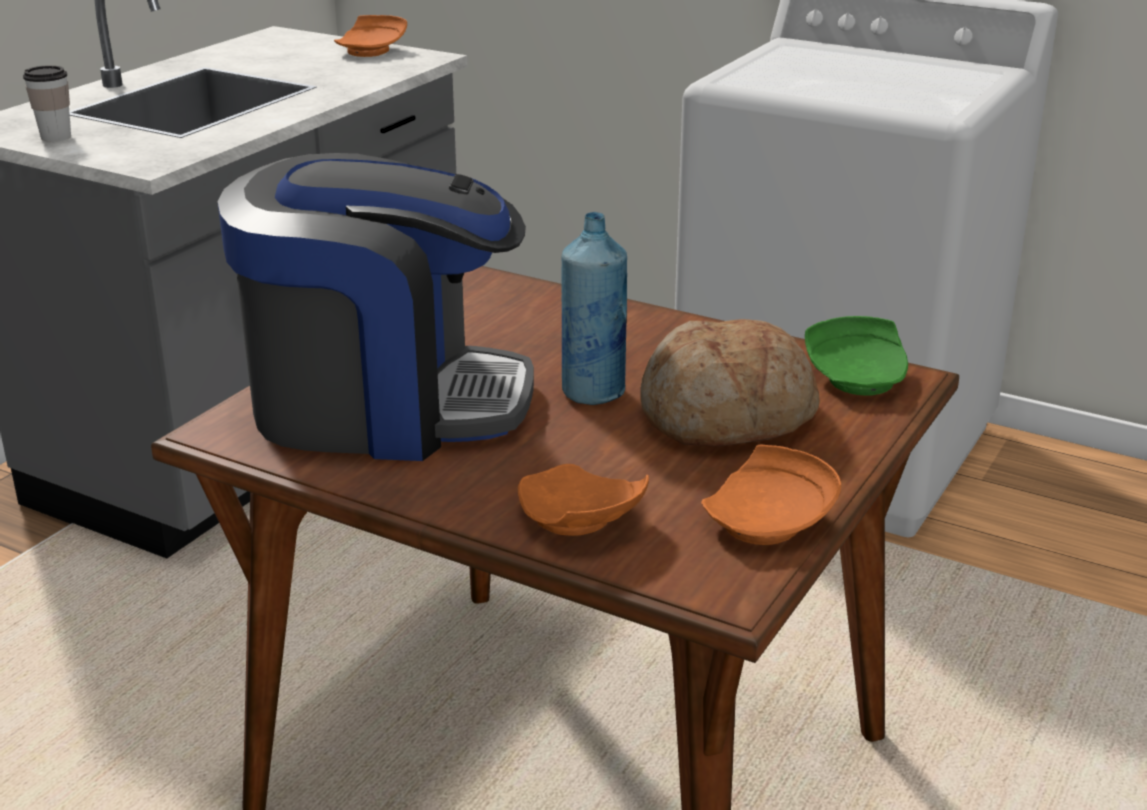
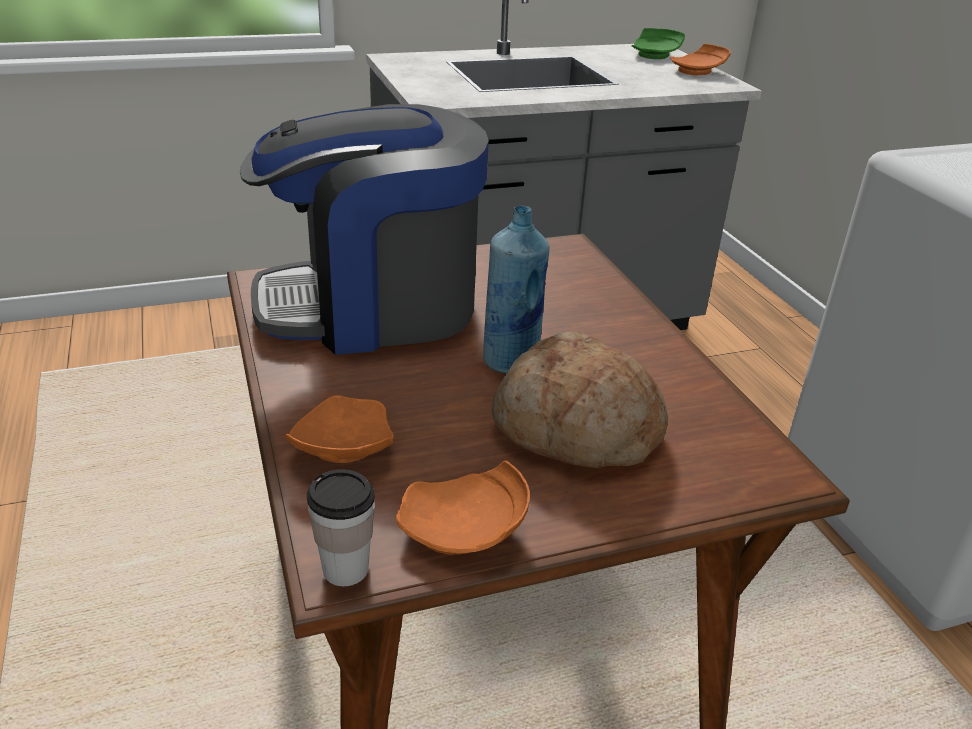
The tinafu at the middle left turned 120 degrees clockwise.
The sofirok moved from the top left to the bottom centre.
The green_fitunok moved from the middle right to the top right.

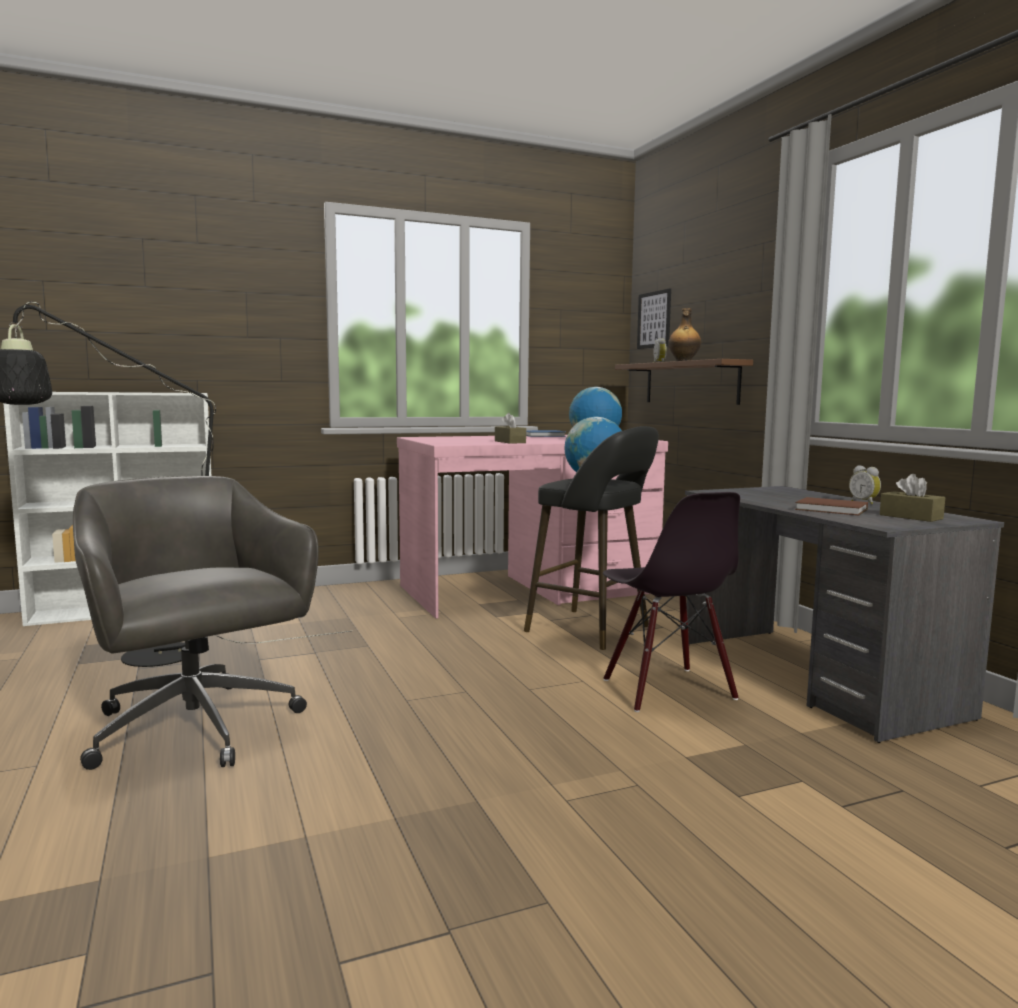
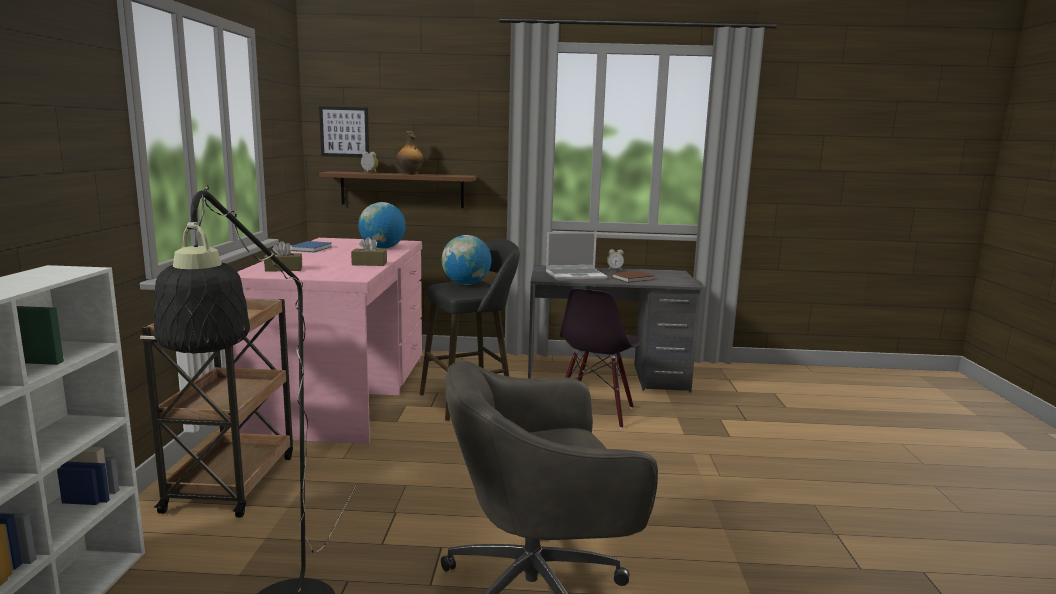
The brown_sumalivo at the bottom left appeared.
The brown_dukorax (no. 2 from left in the first image) moved from the middle right to the middle left.
The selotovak at the centre appeared.
The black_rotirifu at the centre turned 105 degrees clockwise.

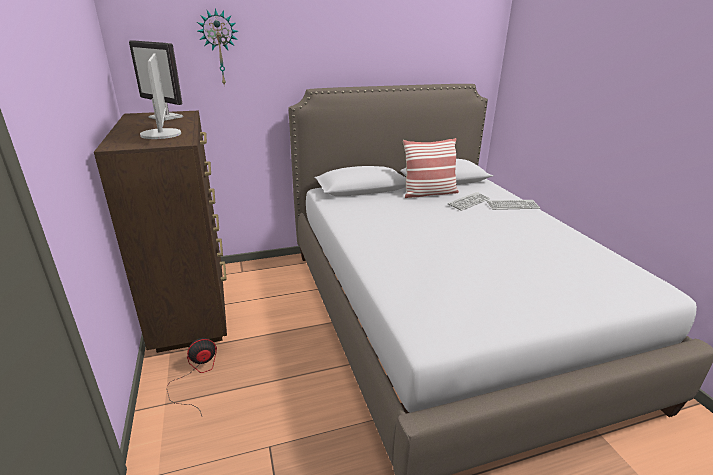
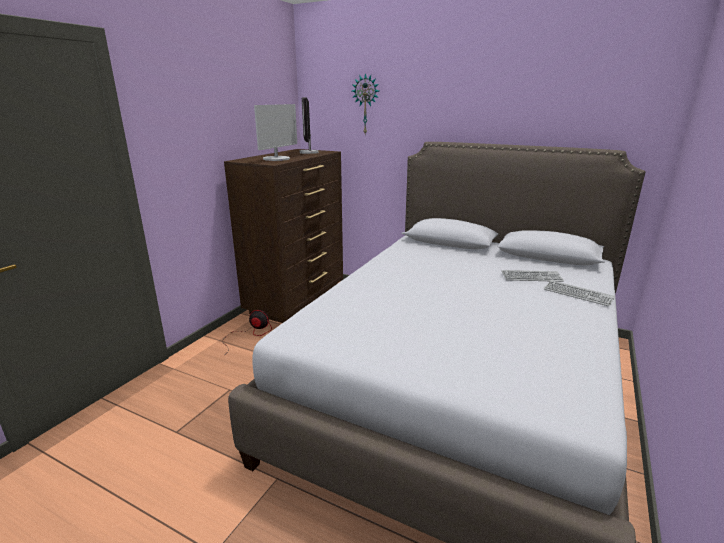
The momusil at the centre disappeared.

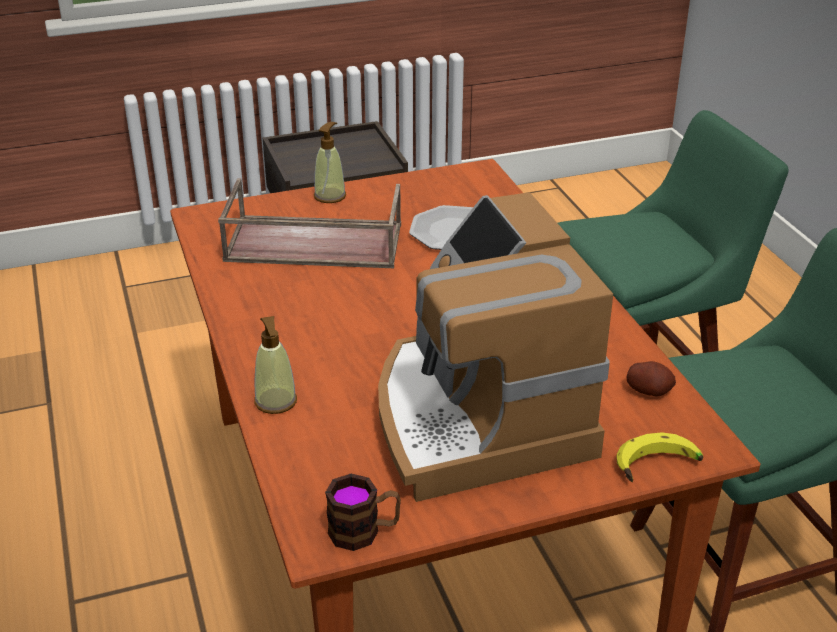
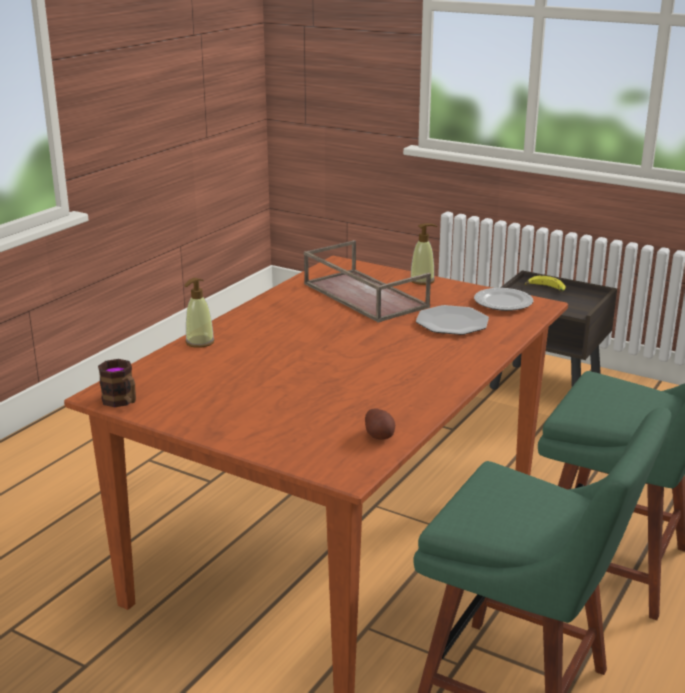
The fitunok (no. 2 from left) at the middle right appeared.
The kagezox moved from the bottom right to the middle right.
The tinafu at the centre disappeared.

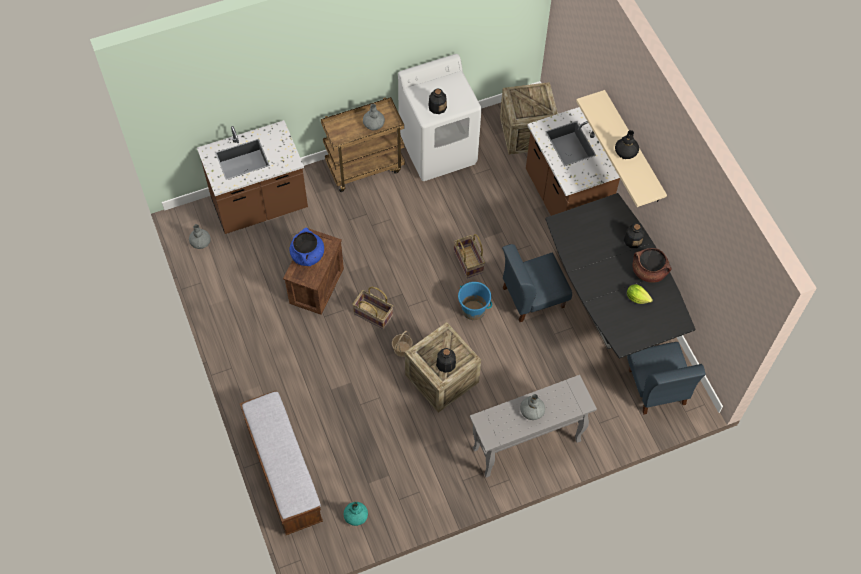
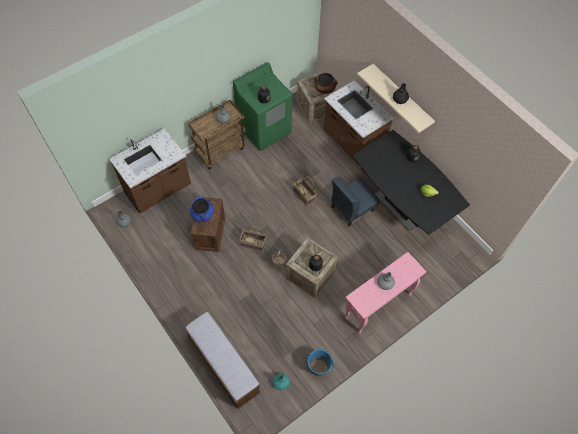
The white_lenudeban at the top centre became the green_lenudeban at the top centre.
The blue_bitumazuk moved from the centre to the bottom centre.
The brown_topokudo moved from the middle right to the top centre.
The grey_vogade at the bottom centre became the pink_vogade at the bottom centre.
The blue_rotirifu (no. 2 from left) at the middle right disappeared.

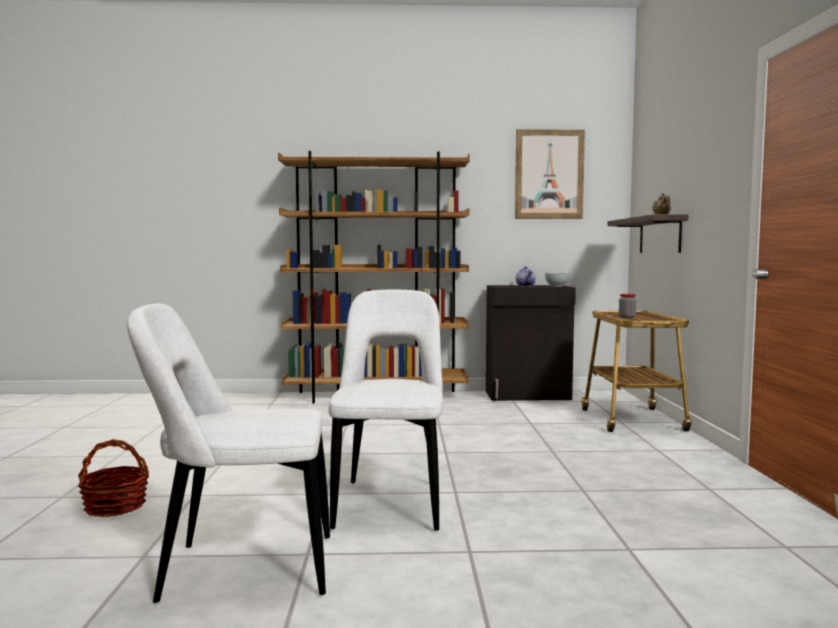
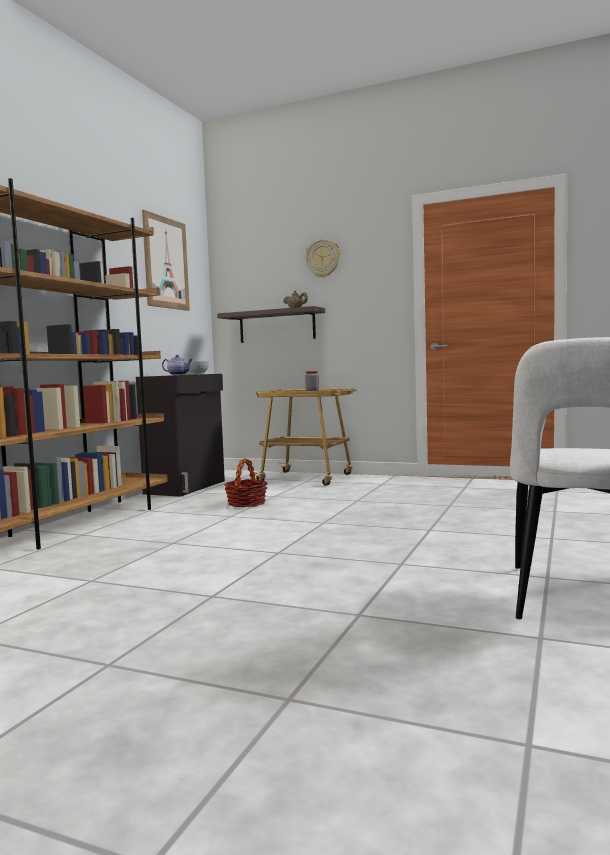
The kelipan moved from the bottom left to the centre.
The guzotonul at the top centre appeared.
The white_rotirifu (no. 2 from left) at the centre disappeared.

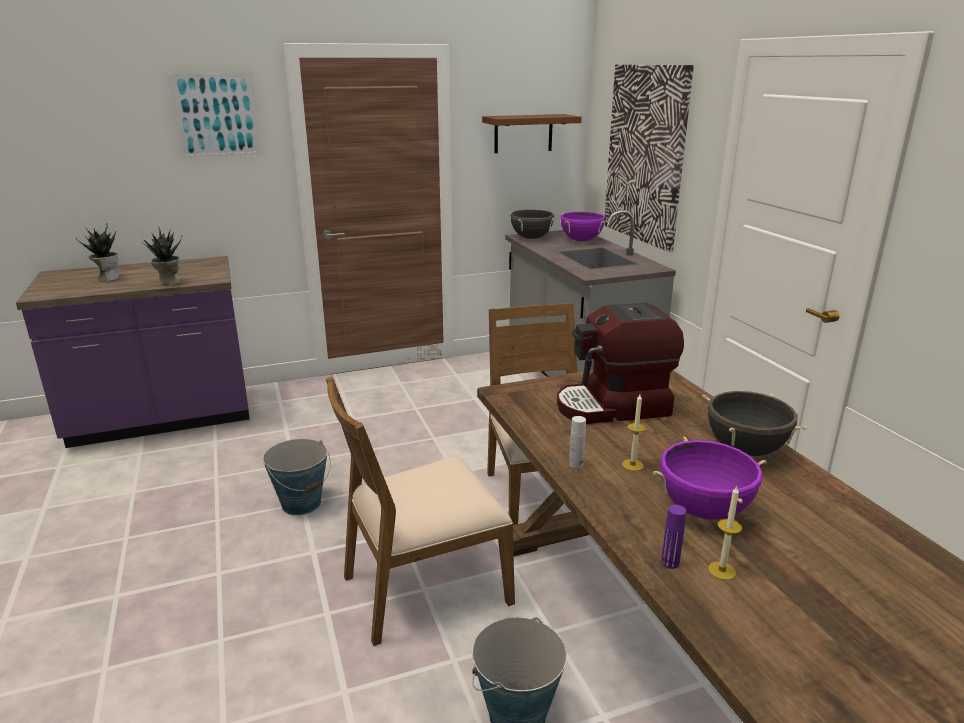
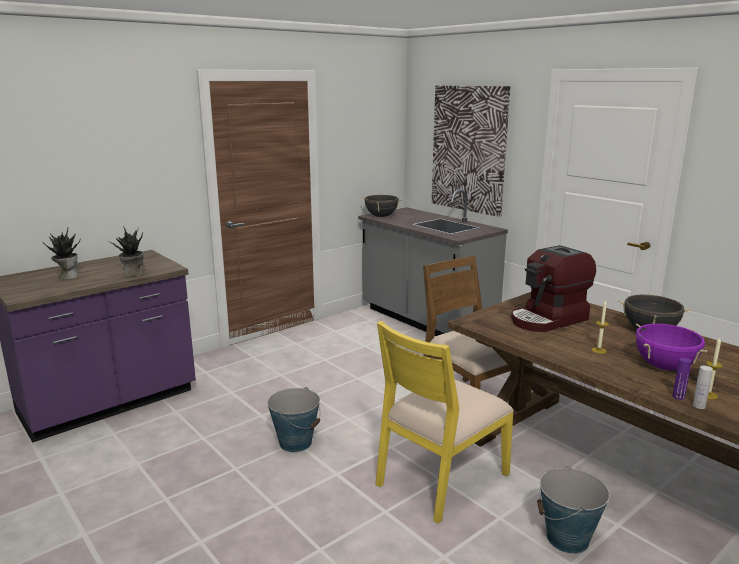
The brown_rotirifu (no. 1 from left) at the bottom centre became the yellow_rotirifu at the bottom centre.
The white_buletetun moved from the centre to the bottom right.
The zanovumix (no. 1 from left) at the top left disappeared.
The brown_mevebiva at the top centre disappeared.
The purple_topokudo (no. 1 from left) at the top centre disappeared.

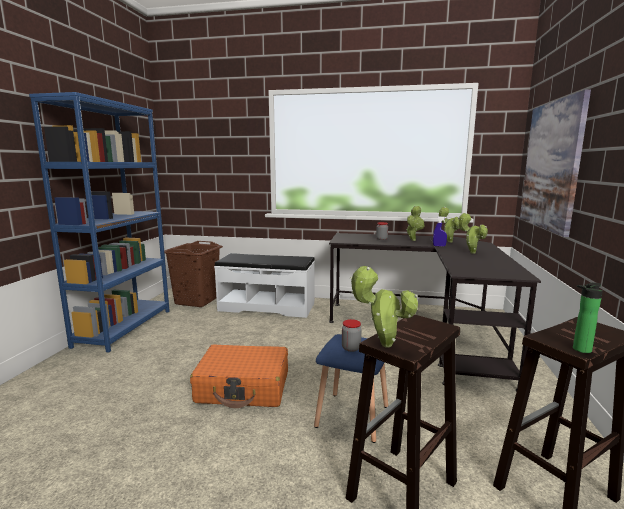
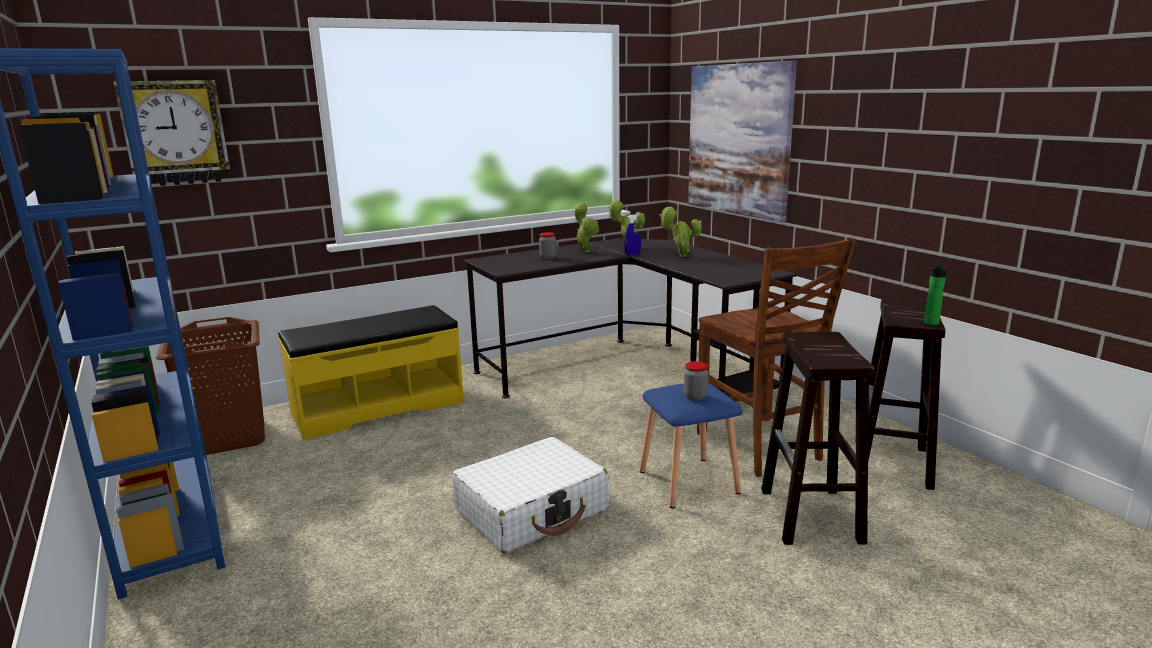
The guzotonul at the top left appeared.
The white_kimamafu at the centre became the yellow_kimamafu at the middle left.
The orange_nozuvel at the bottom centre became the white_nozuvel at the bottom centre.
The brown_rotirifu at the middle right appeared.
The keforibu (no. 1 from left) at the centre disappeared.

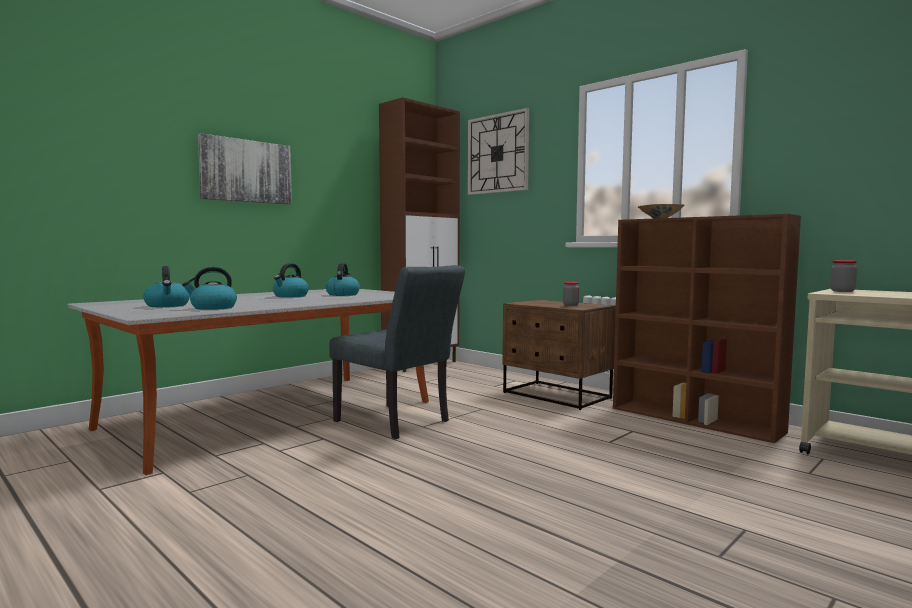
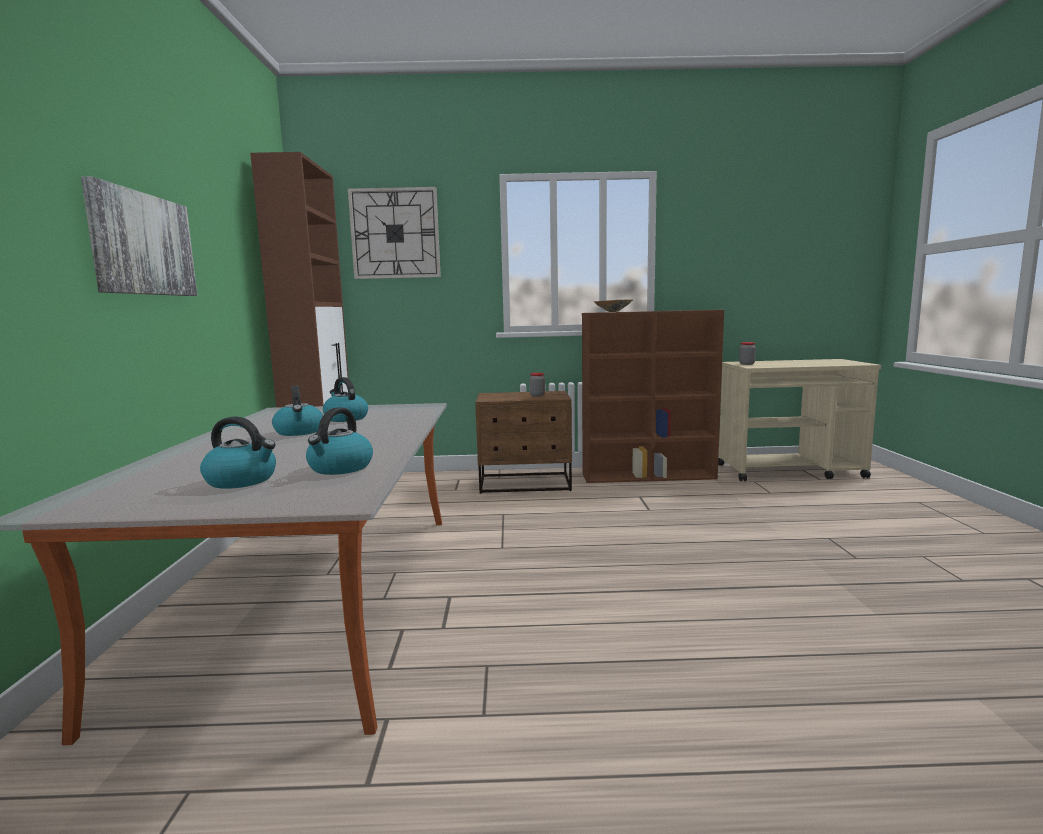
The grey_rotirifu at the centre disappeared.

